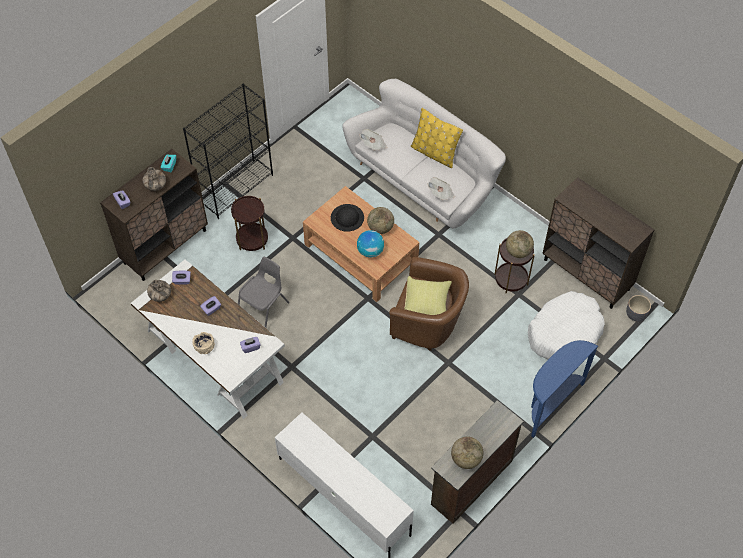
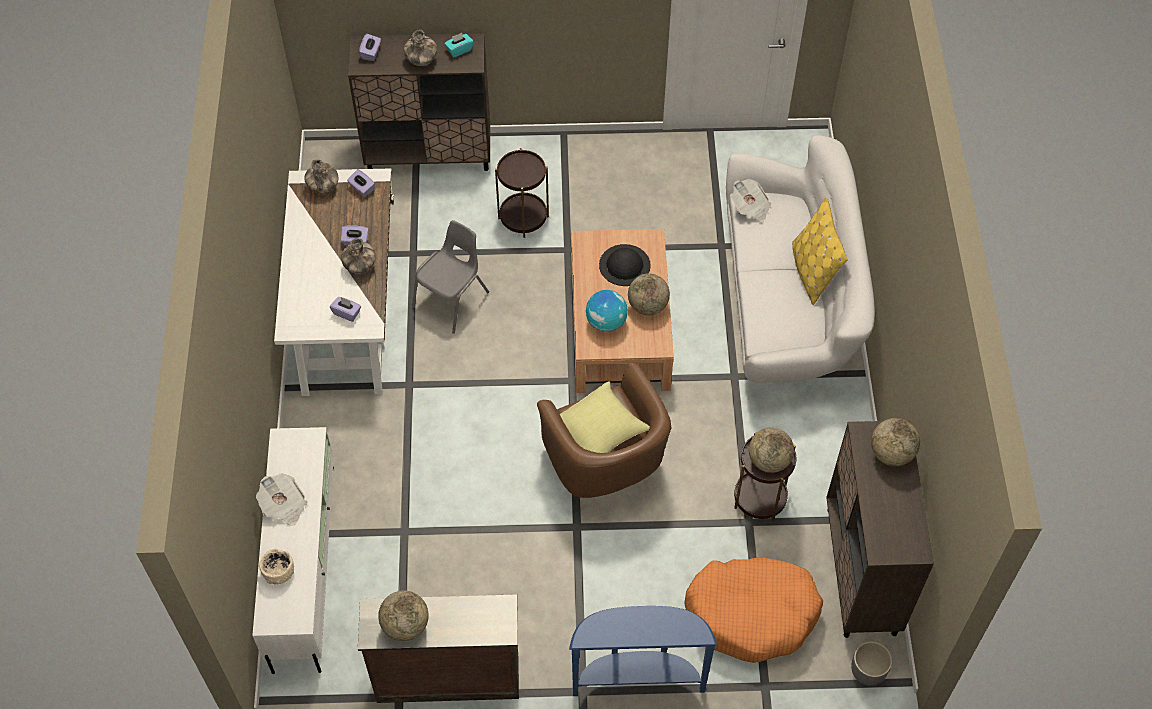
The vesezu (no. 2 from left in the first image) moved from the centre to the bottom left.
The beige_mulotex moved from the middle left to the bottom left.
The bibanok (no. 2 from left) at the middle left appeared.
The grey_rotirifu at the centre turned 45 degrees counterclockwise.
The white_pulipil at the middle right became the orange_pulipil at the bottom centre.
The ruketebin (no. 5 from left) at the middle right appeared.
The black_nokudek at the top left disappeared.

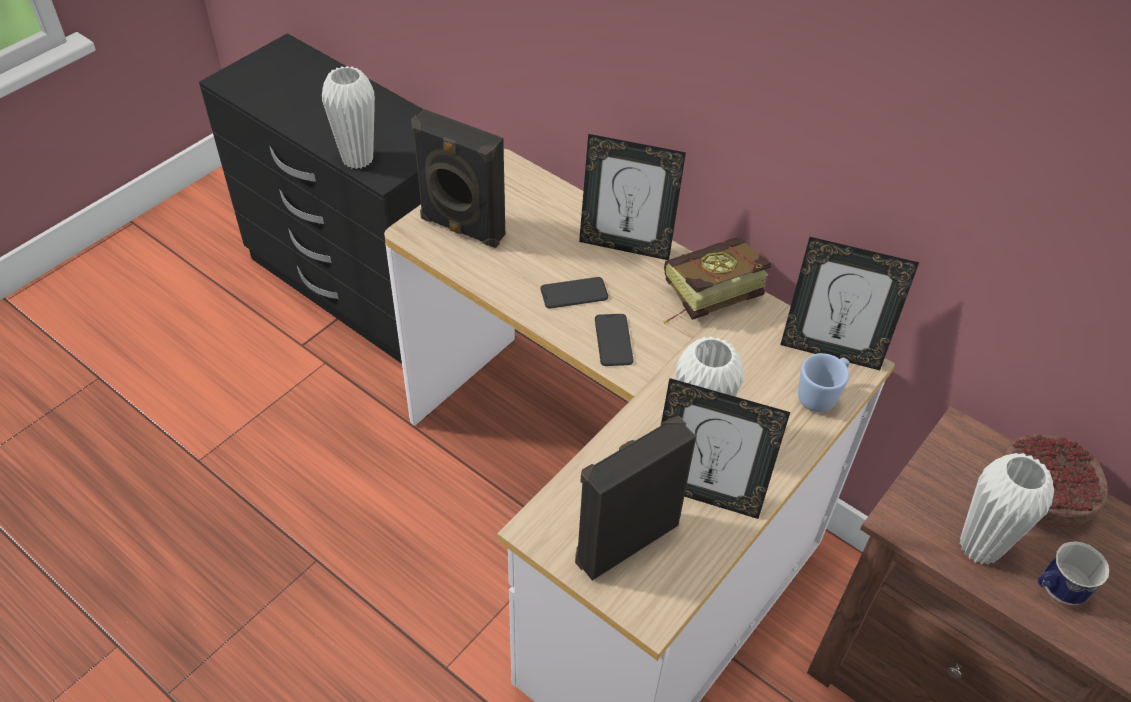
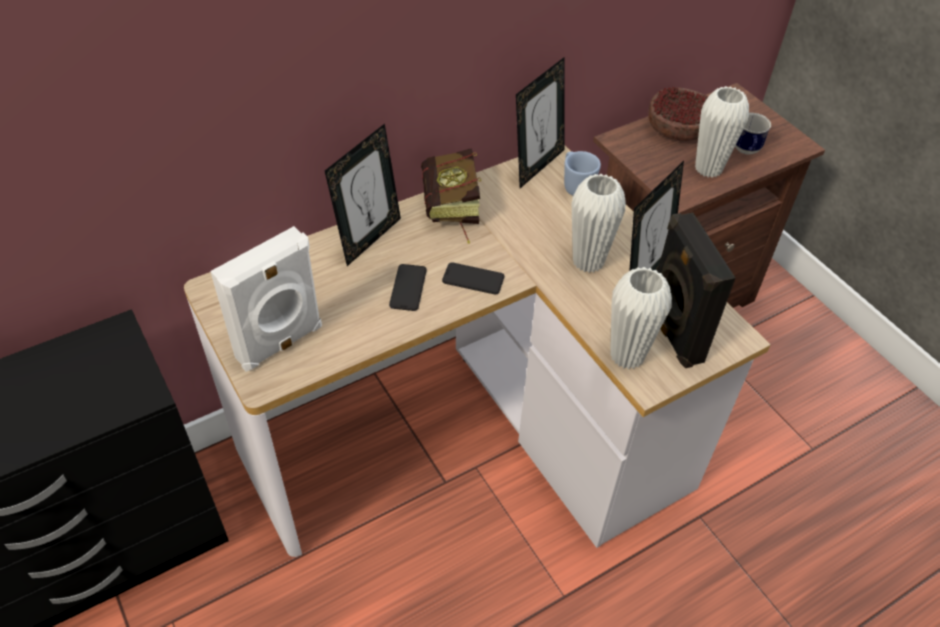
The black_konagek (no. 1 from left) at the top centre became the white_konagek at the middle left.
The white_bibanok (no. 1 from left in the first image) moved from the top left to the middle right.

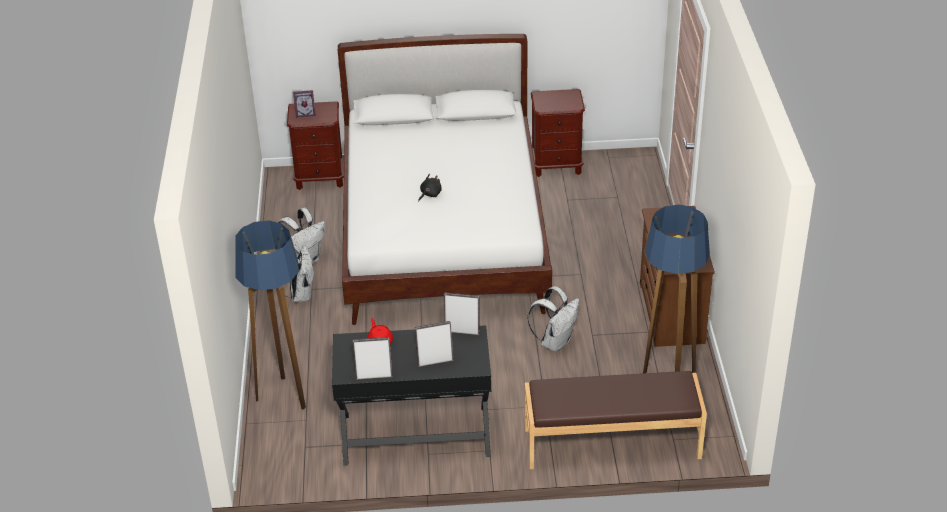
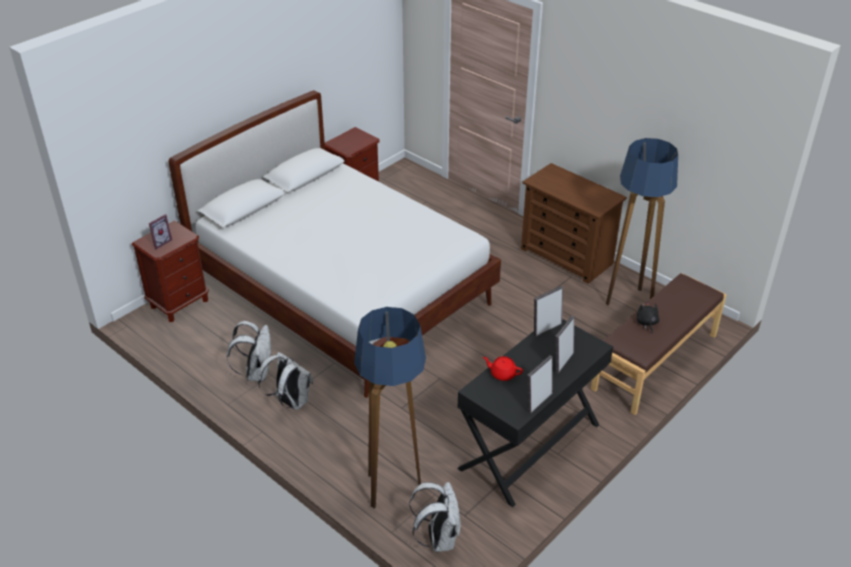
The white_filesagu (no. 3 from left) moved from the centre to the bottom centre.
The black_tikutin moved from the centre to the middle right.

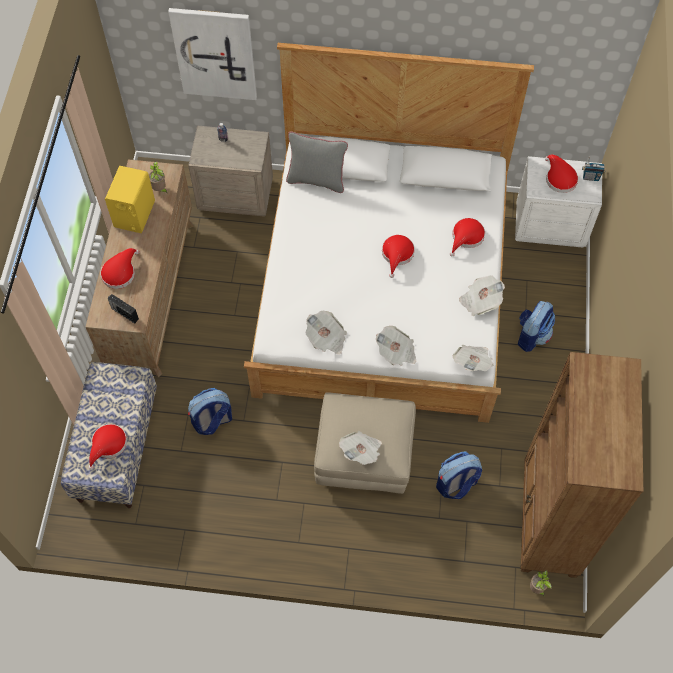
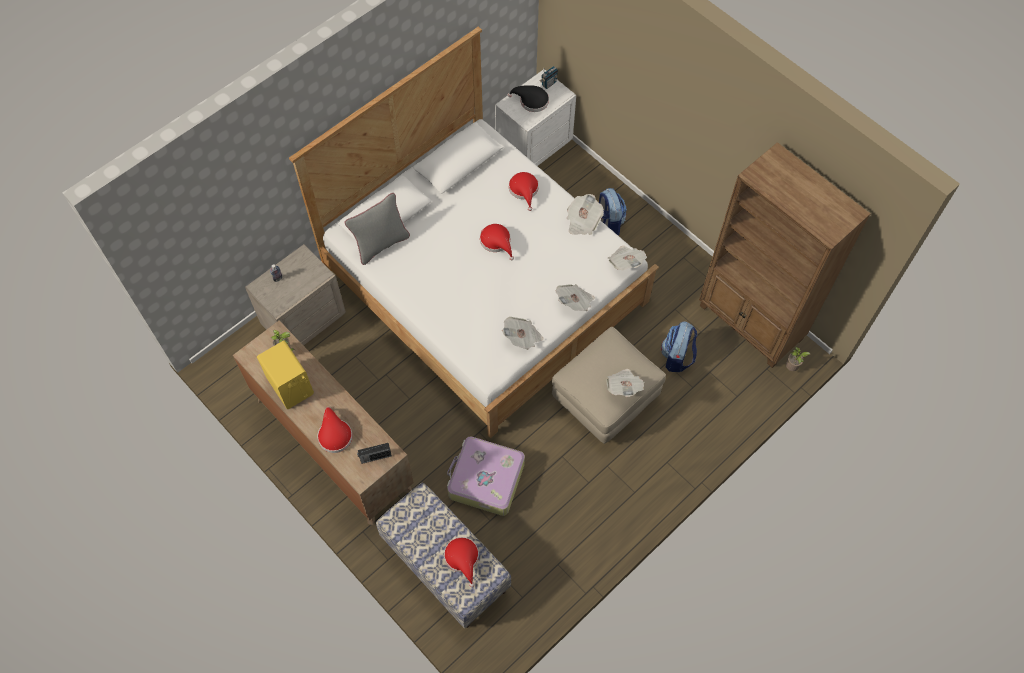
The filesagu (no. 1 from left) at the middle left was replaced by the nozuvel at the bottom centre.
The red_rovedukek (no. 5 from left) at the top right became the black_rovedukek at the top centre.
The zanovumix at the top left disappeared.

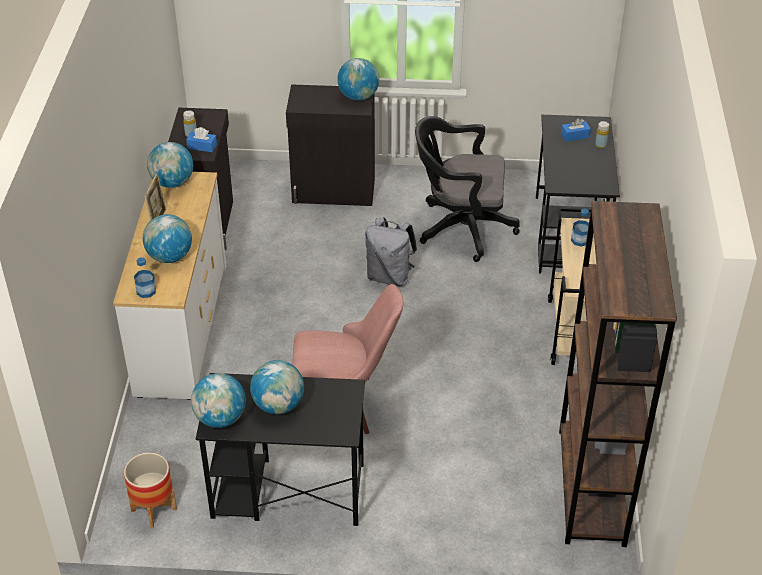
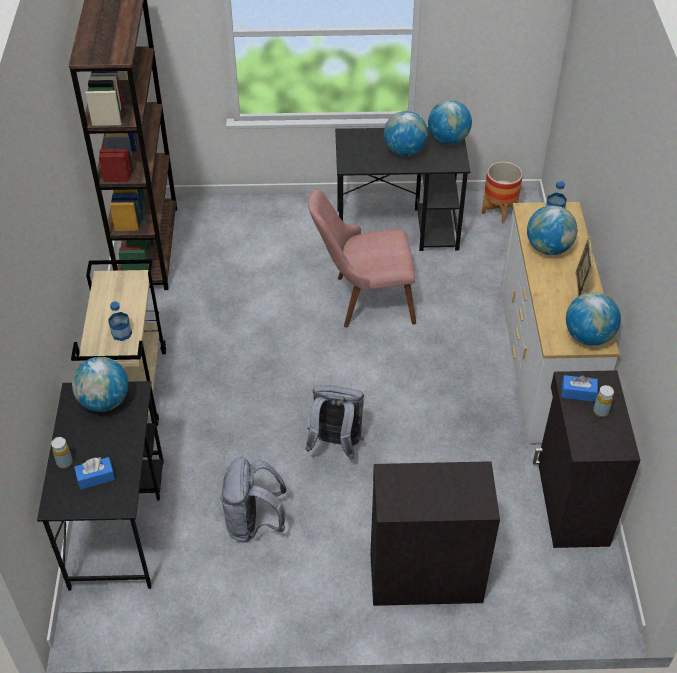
The ruketebin (no. 5 from left in the first image) moved from the top centre to the middle left.
The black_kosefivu at the top centre was replaced by the grey_filesagu (no. 1 from left) at the bottom centre.

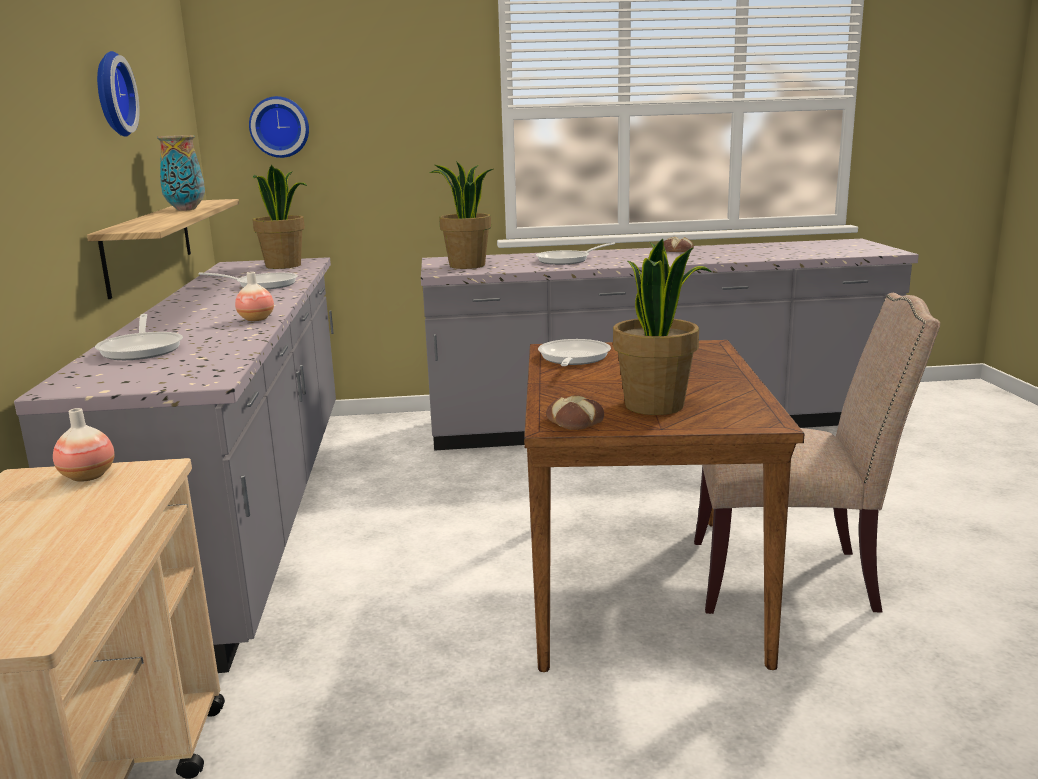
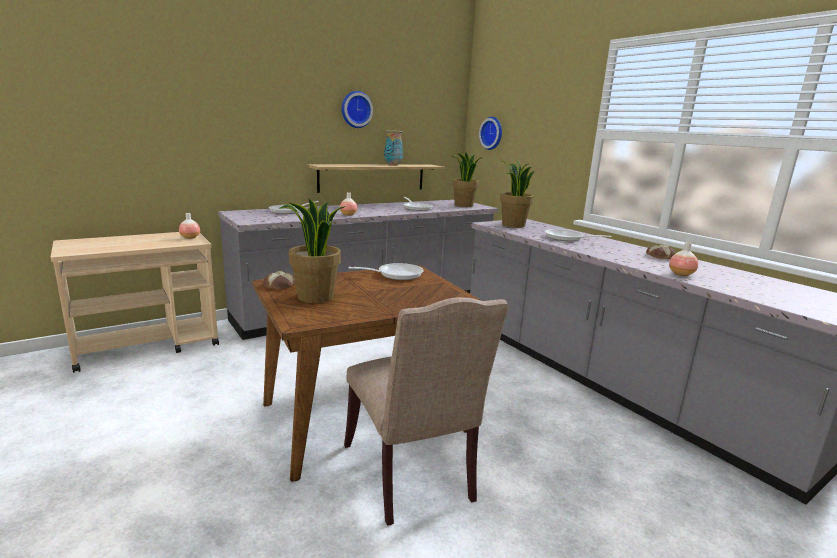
The bibanok (no. 4 from left) at the middle right appeared.

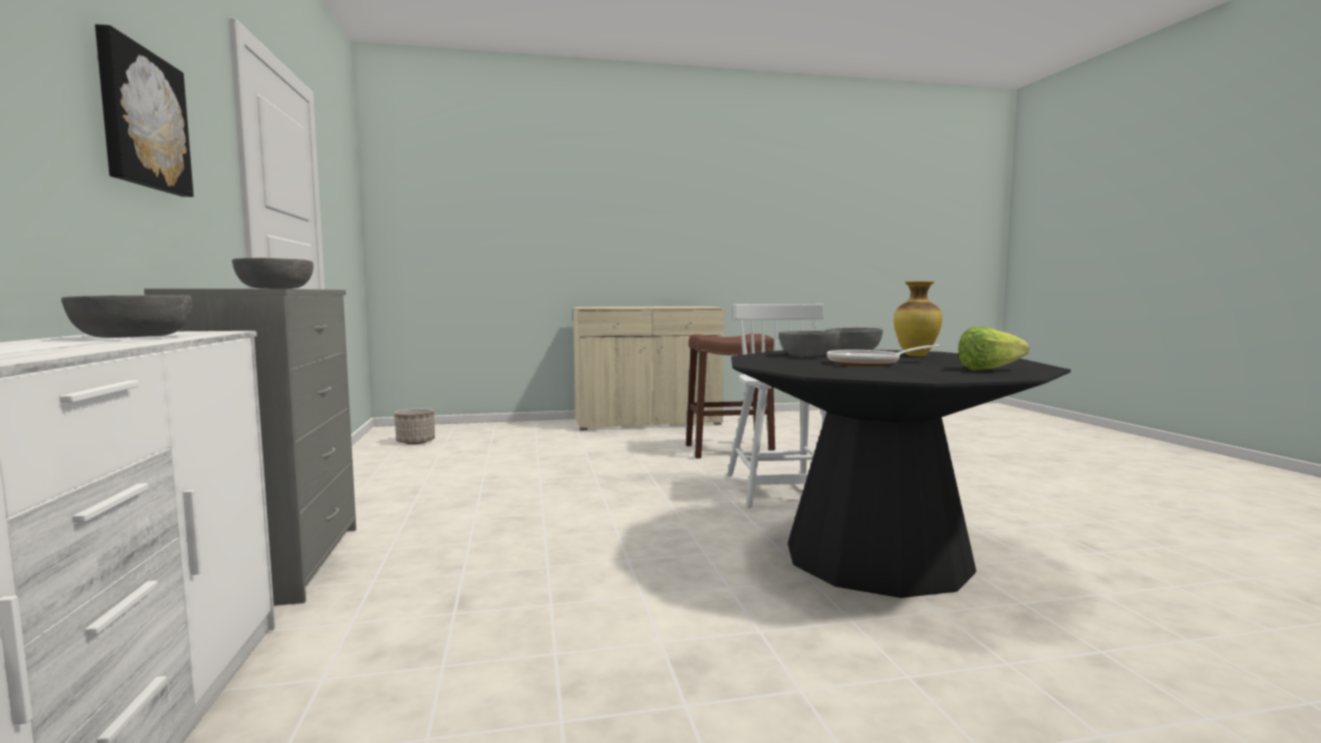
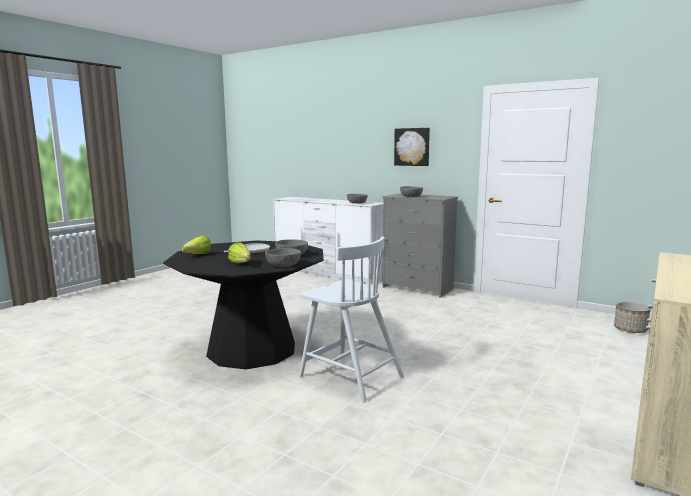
The bibanok at the middle right was replaced by the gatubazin (no. 2 from left) at the centre.
The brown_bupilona at the centre disappeared.

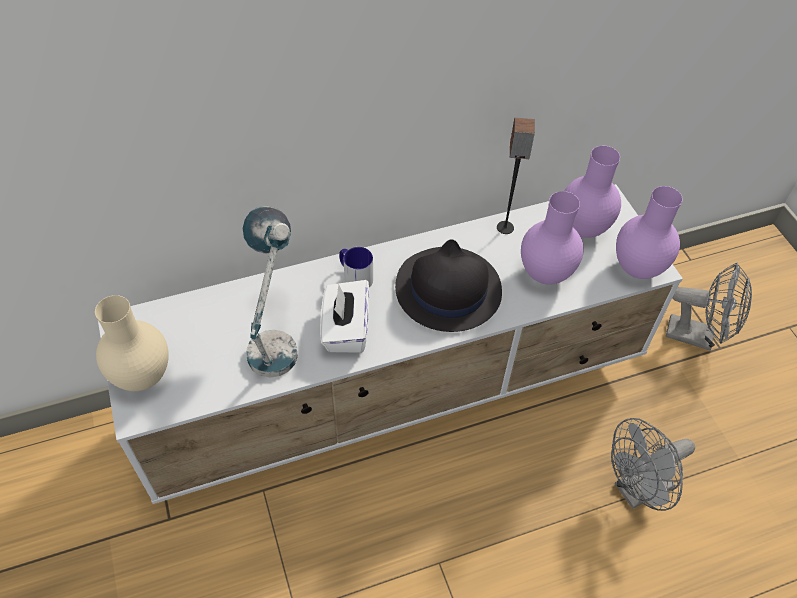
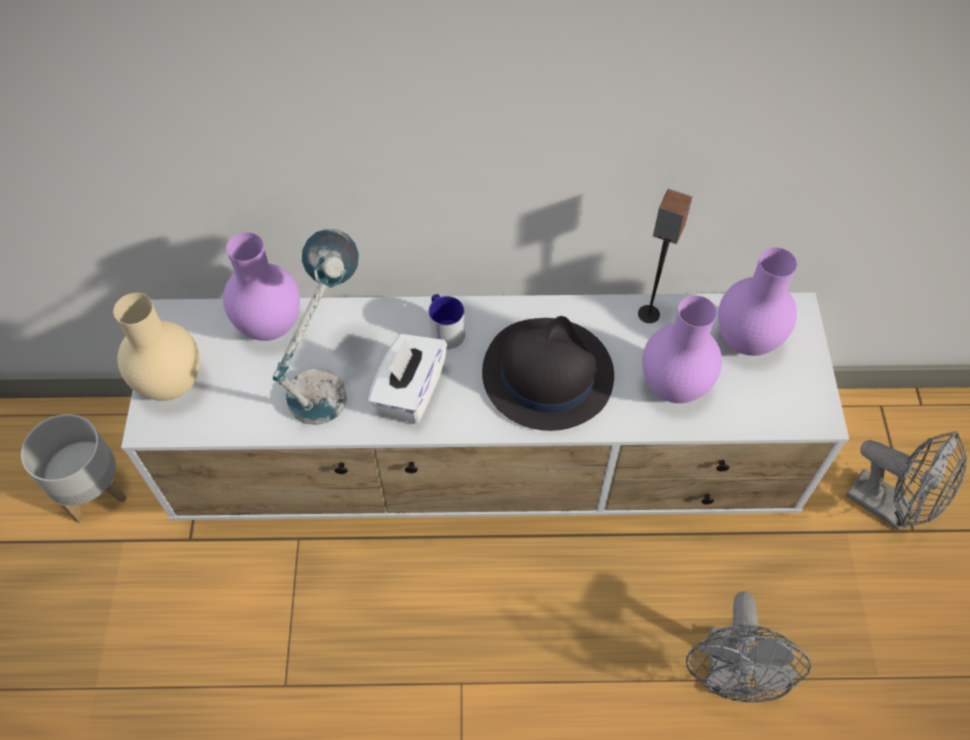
The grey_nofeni at the middle left appeared.
The purple_bibanok (no. 3 from left in the first image) moved from the middle right to the middle left.
The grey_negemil (no. 1 from left) at the bottom right turned 75 degrees counterclockwise.

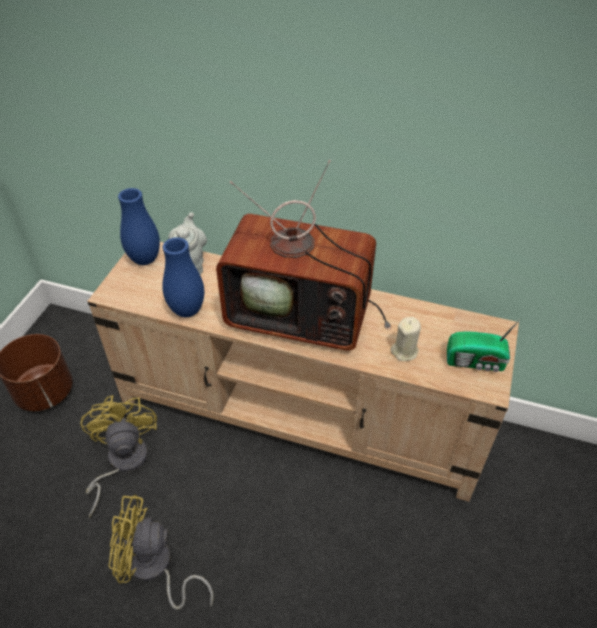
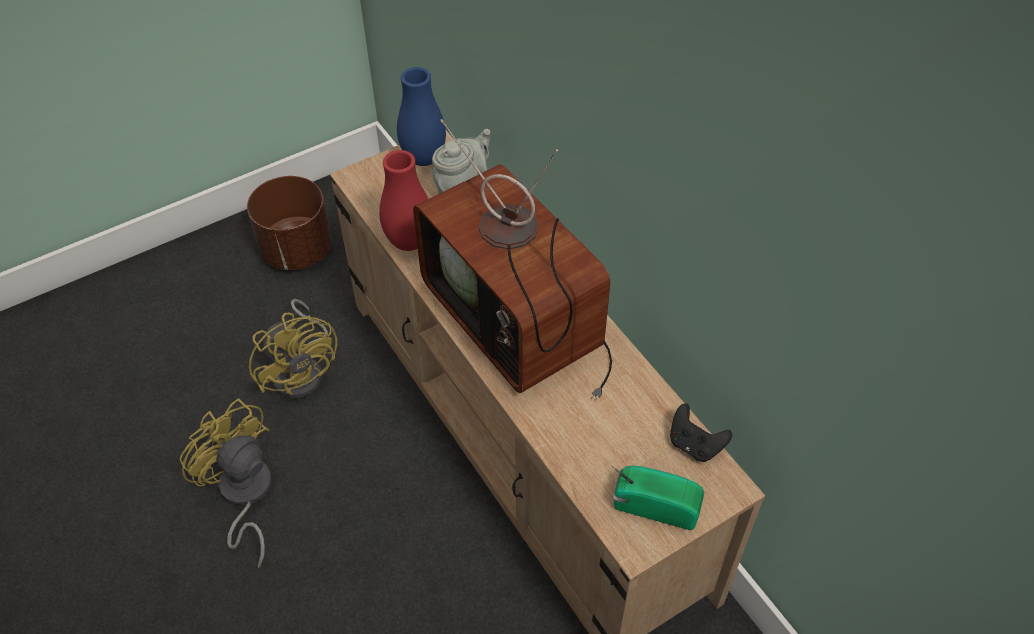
The yellow_negemil (no. 1 from left in the first image) at the bottom left turned 120 degrees clockwise.
The blue_bibanok (no. 2 from left) at the middle left became the red_bibanok at the top centre.
The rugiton at the middle right turned 150 degrees clockwise.
The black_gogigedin at the bottom right appeared.
The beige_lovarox at the middle right disappeared.

